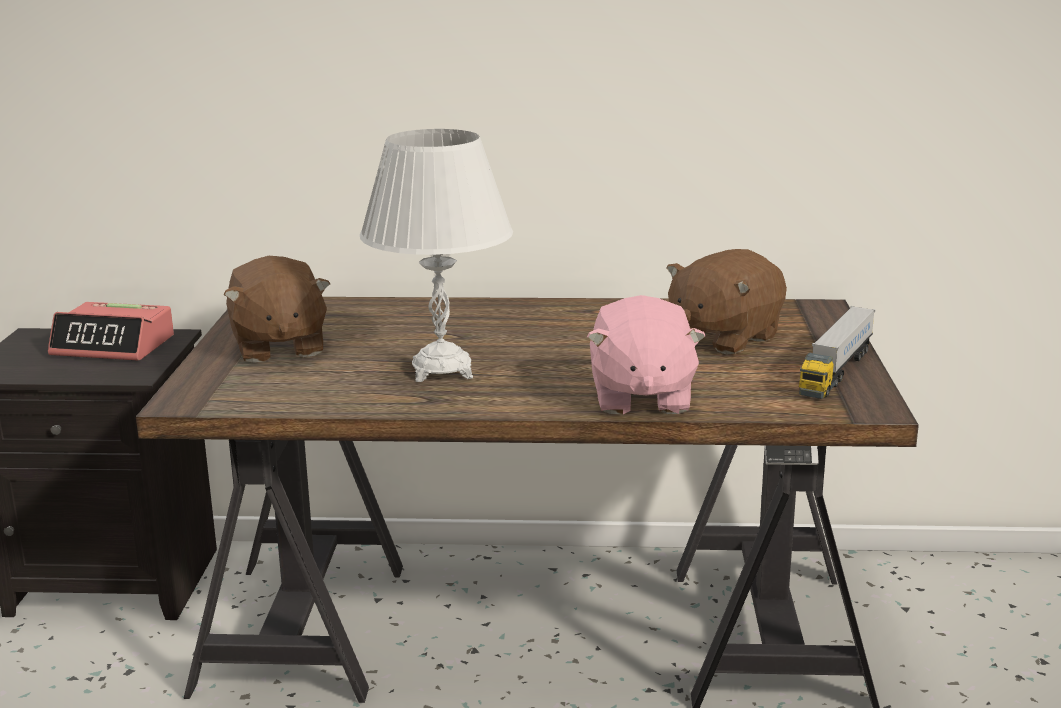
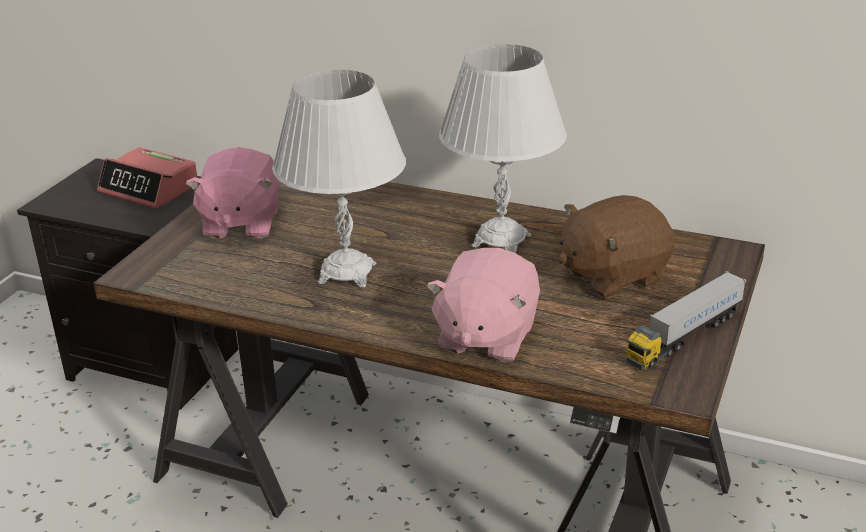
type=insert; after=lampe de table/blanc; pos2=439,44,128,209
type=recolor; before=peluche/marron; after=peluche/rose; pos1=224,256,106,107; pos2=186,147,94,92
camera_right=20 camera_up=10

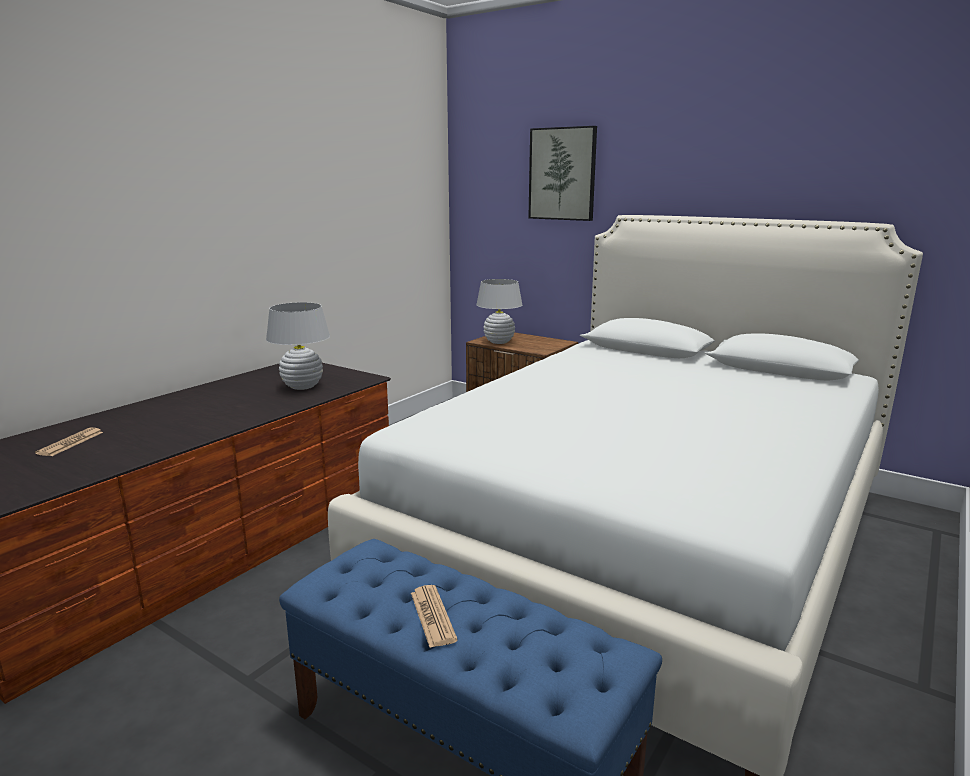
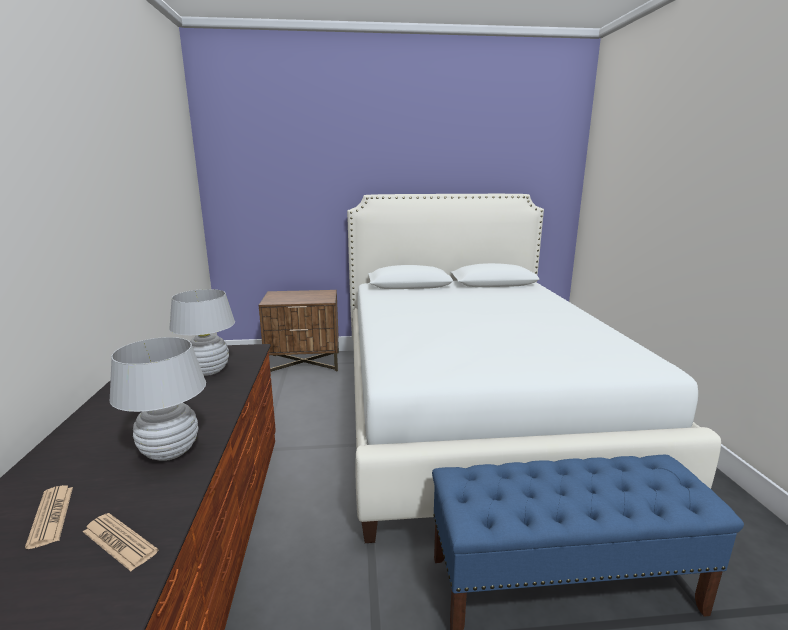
type=delete; before=tableau; pos1=528,126,69,95
type=move; before=journal; pos1=411,585,47,63; pos2=83,513,75,58
type=move; before=lampe de table/blanc; pos1=476,279,46,65; pos2=109,337,97,124
camera_right=-40 camera_up=0

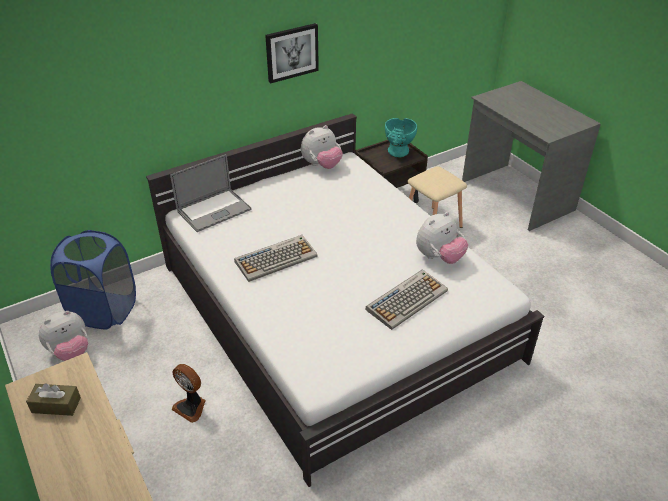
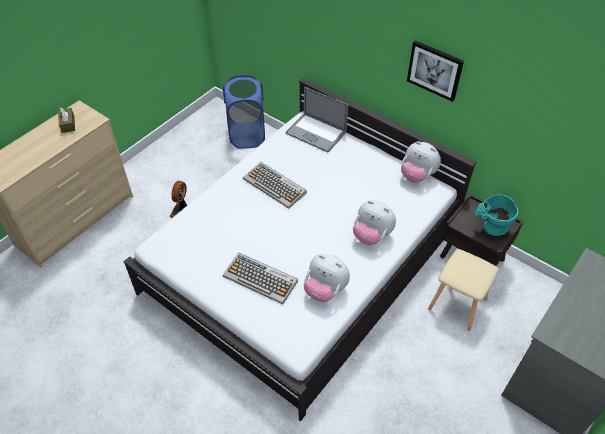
type=move; before=peluche; pos1=39,311,49,50; pos2=353,200,43,45
camera_right=70 camera_up=10

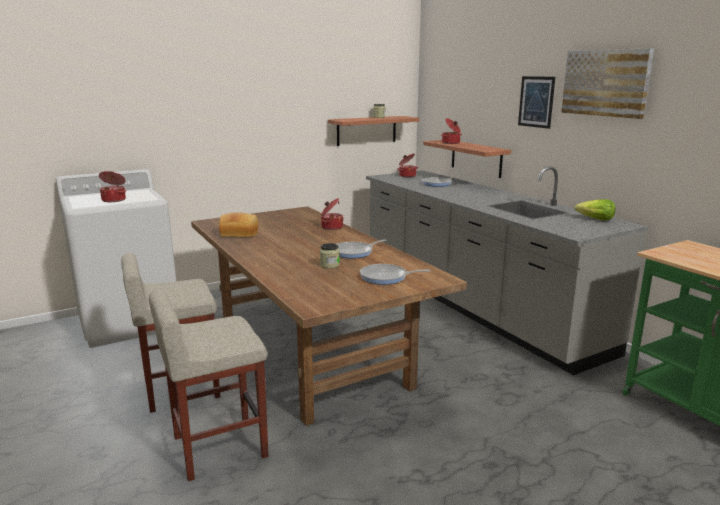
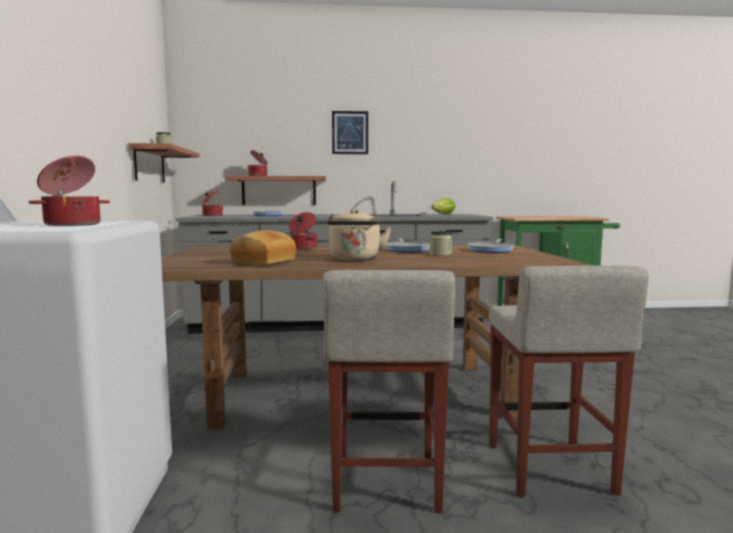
type=delete; before=tableau; pos1=561,48,93,71
type=insert; after=bouilloire/beige; pos2=327,209,64,52
camera_right=-65 camera_up=-10

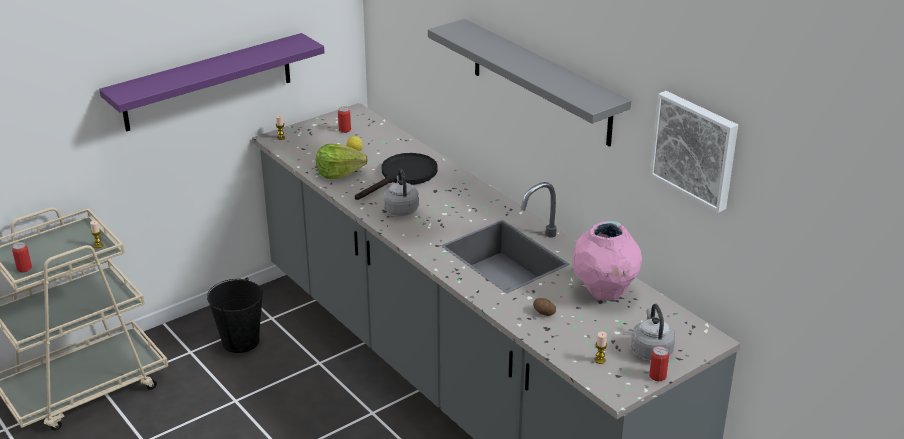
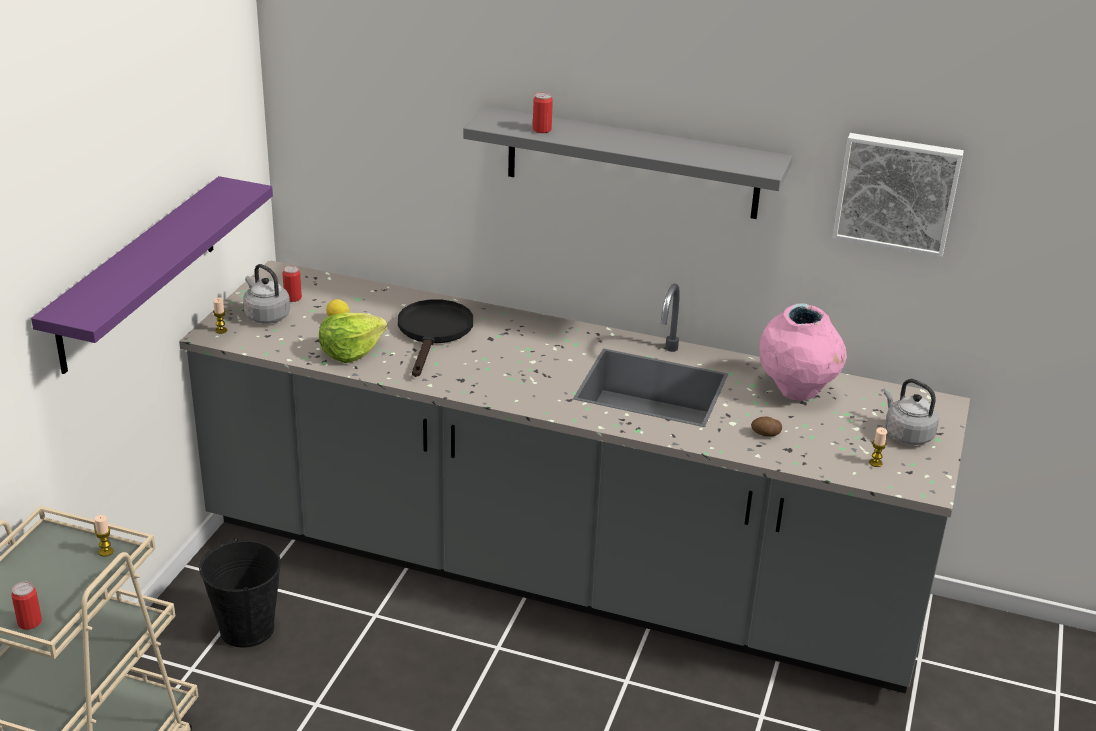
type=move; before=bouilloire/gris; pos1=383,169,36,47; pos2=243,264,47,60
type=move; before=boîte métallique; pos1=649,346,20,35; pos2=533,92,20,41
camera_right=-35 camera_up=0

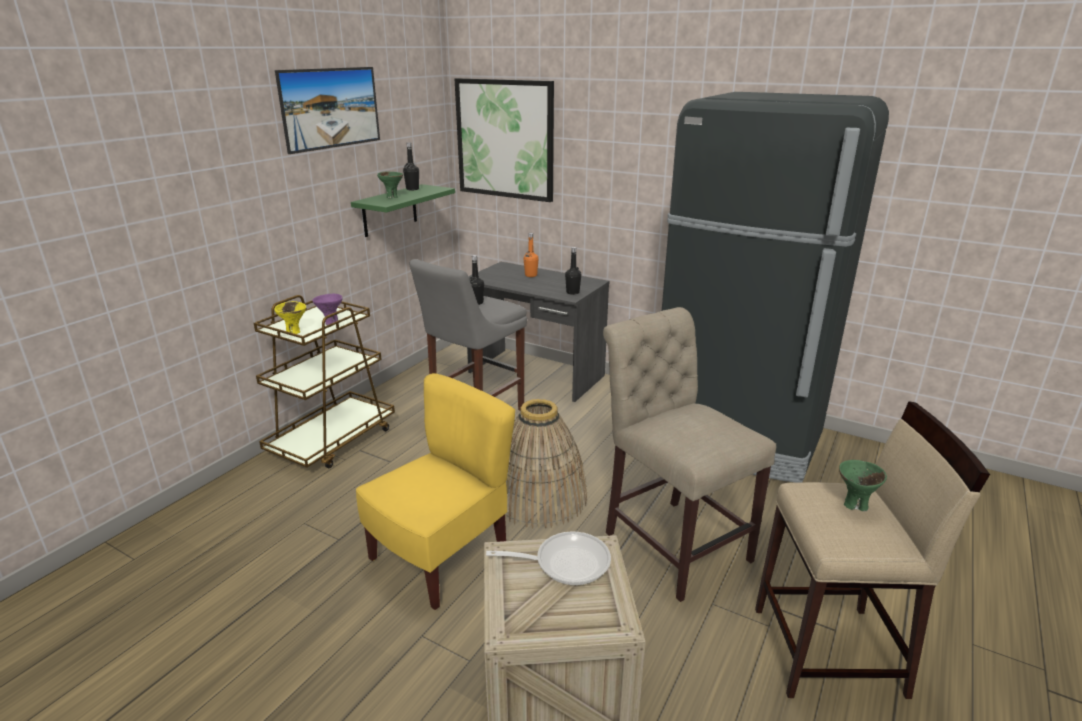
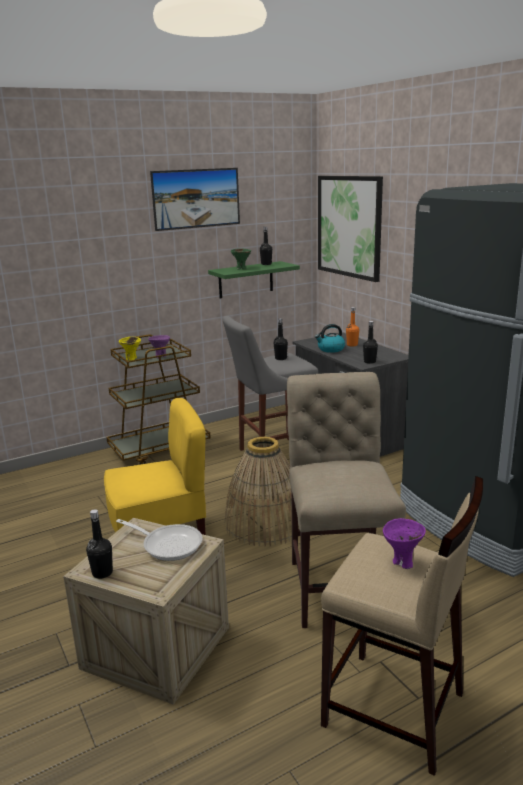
type=insert; after=bouteille/noir; pos2=86,509,27,70
type=insert; after=bouilloire; pos2=315,324,30,29
type=recolor; before=bol/vert; after=bol/violet; pos1=839,460,48,51; pos2=383,518,43,51
camera_right=30 camera_up=-5

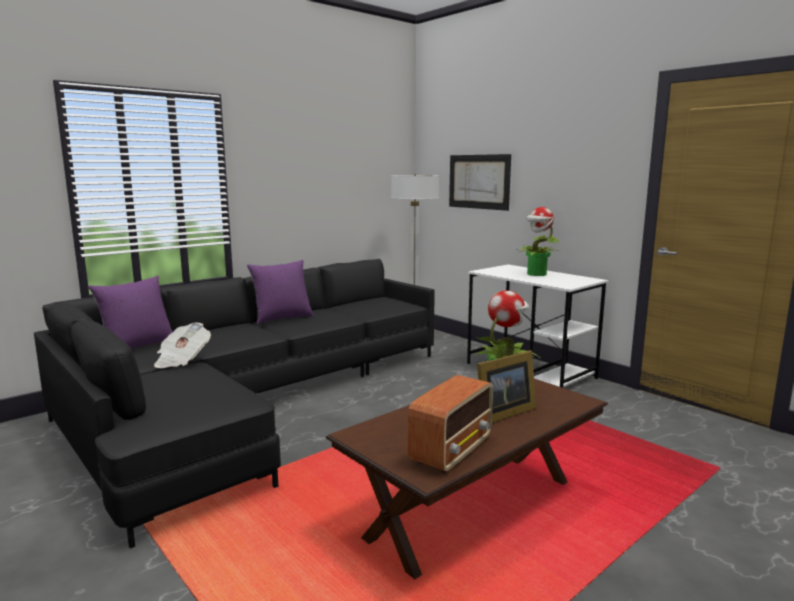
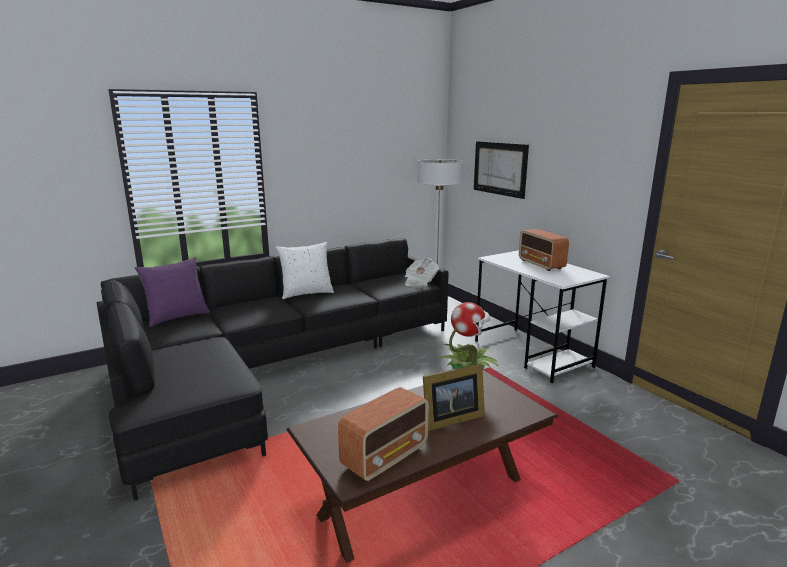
type=move; before=journal; pos1=154,322,57,46; pos2=405,258,34,28
type=replace; before=plante en pot; after=radio; pos1=517,207,43,69; pos2=519,229,50,42
type=recolor; before=coussin/violet; after=coussin/blanc; pos1=247,260,66,64; pos2=276,242,58,57
camera_right=10 camera_up=5

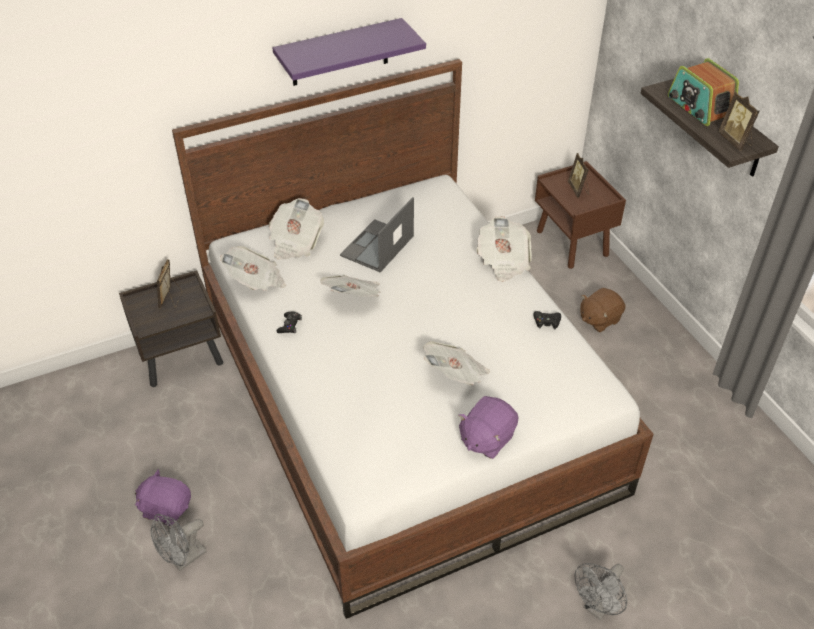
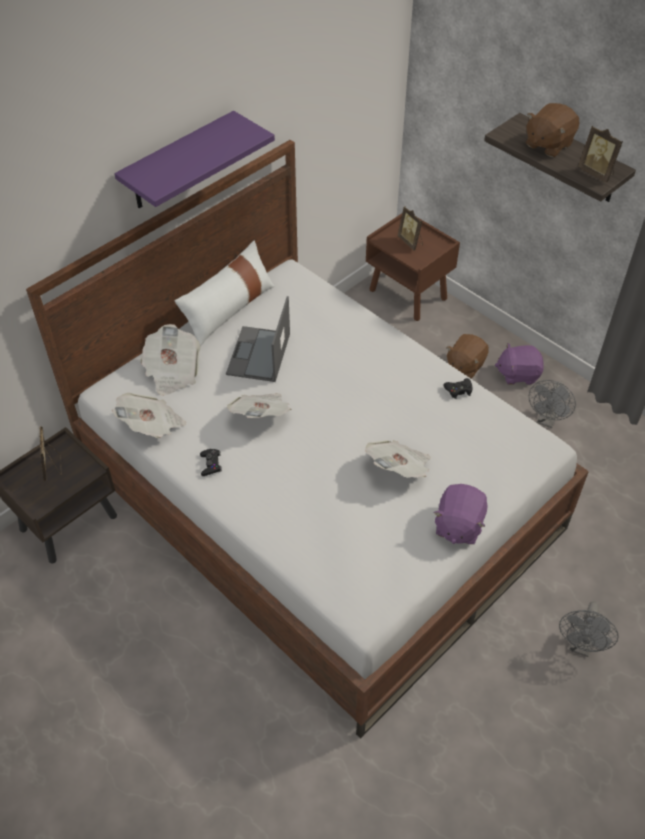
type=delete; before=journal; pos1=476,216,56,66
type=insert; after=coussin/blanc; pos2=174,241,100,105
type=move; before=peluche/violet; pos1=135,469,56,57; pos2=495,343,49,42
type=move; before=ventilateur/gris; pos1=151,514,56,57; pos2=529,380,47,48
type=replace; before=radio; after=peluche/marron; pos1=668,58,71,68; pos2=526,103,54,54
camera_right=-20 camera_up=5

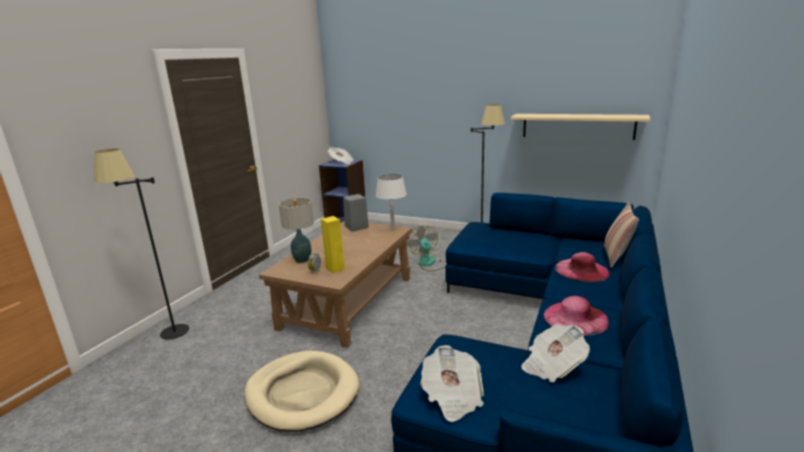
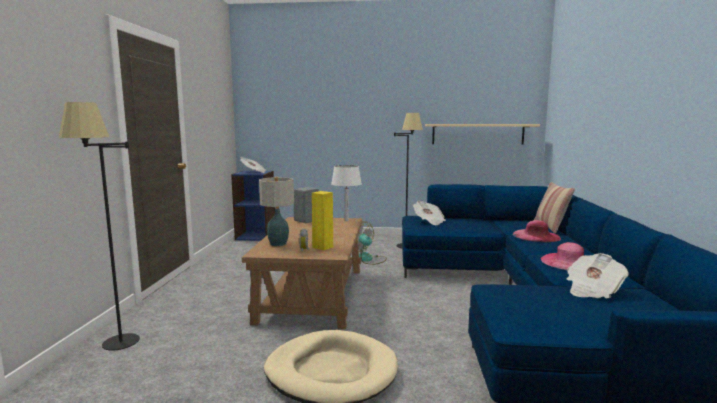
type=move; before=journal; pos1=420,345,64,77; pos2=413,201,33,24
camera_right=-20 camera_up=-10

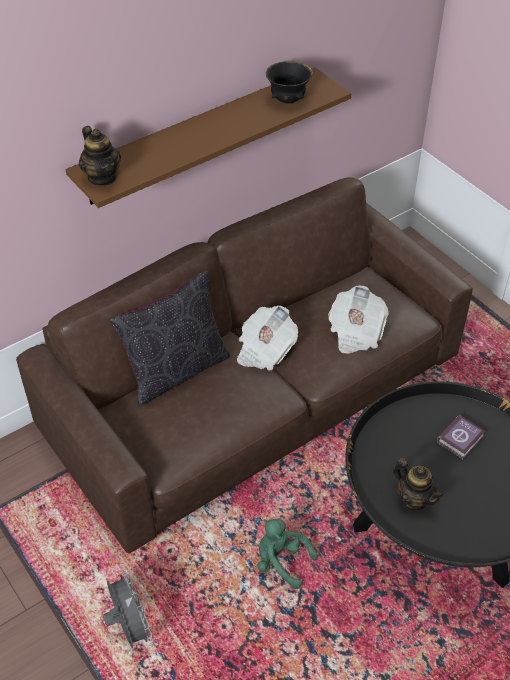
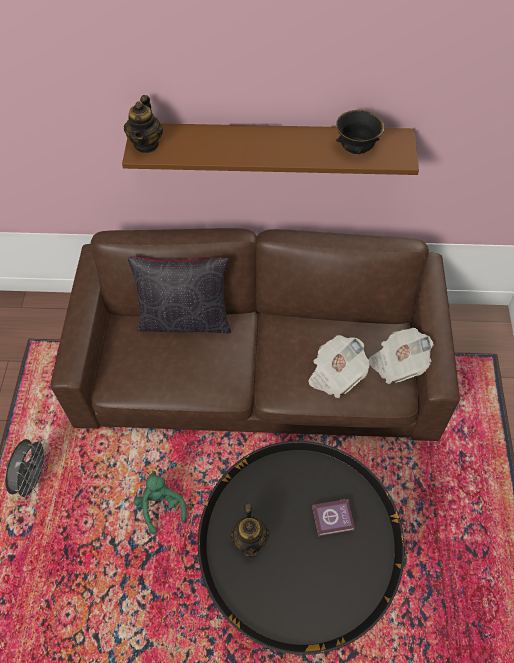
type=move; before=journal; pos1=237,306,61,65; pos2=369,328,65,56
camera_right=40 camera_up=10

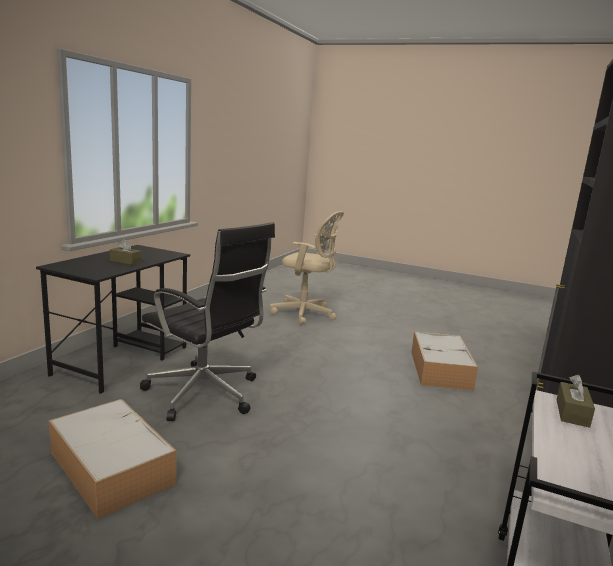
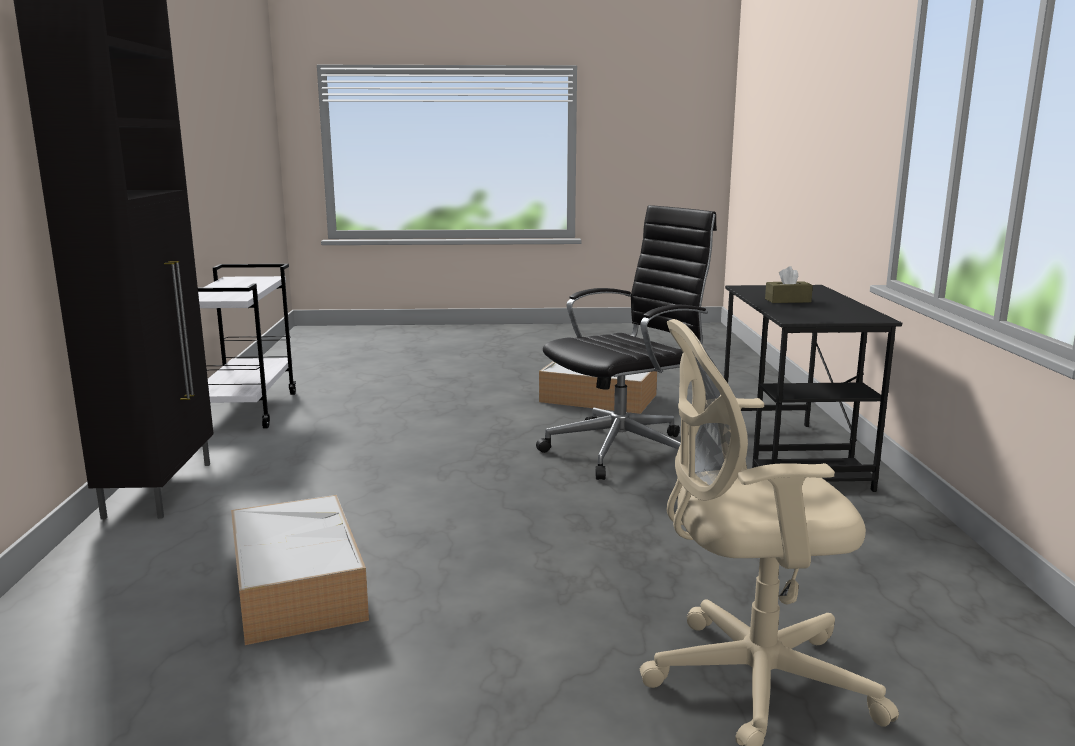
type=delete; before=boîte à mouchoirs/marron; pos1=556,375,39,53
type=rotate; before=chaise de bureau/noir; pos1=140,222,135,199; pos2=536,205,181,275; turn=135
camera_right=155 camera_up=0

